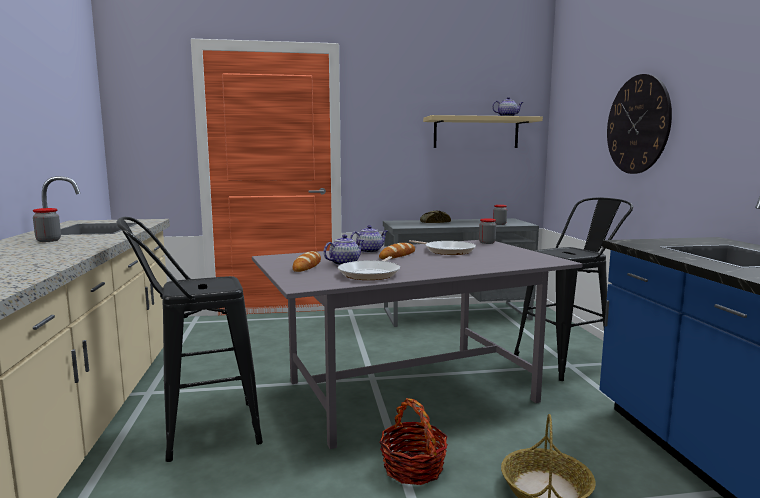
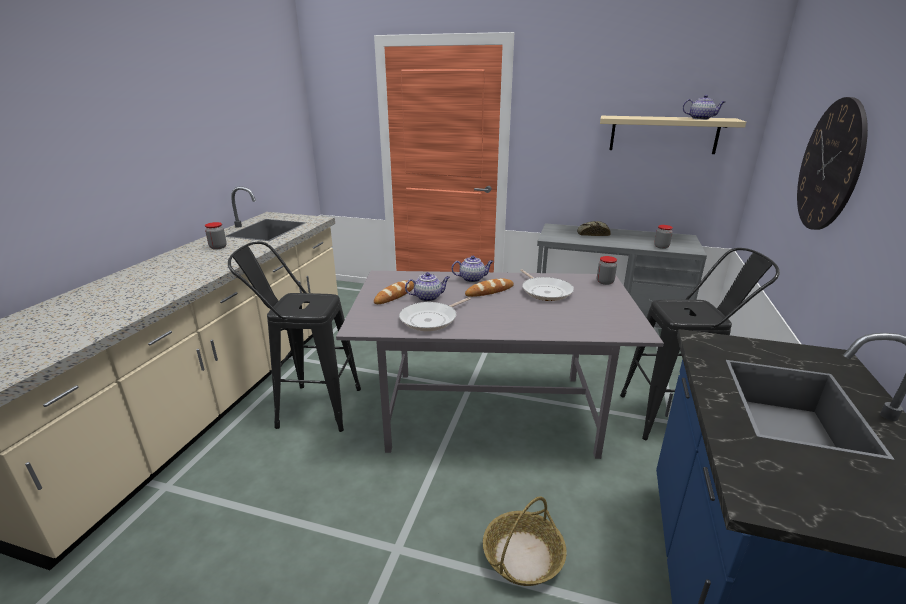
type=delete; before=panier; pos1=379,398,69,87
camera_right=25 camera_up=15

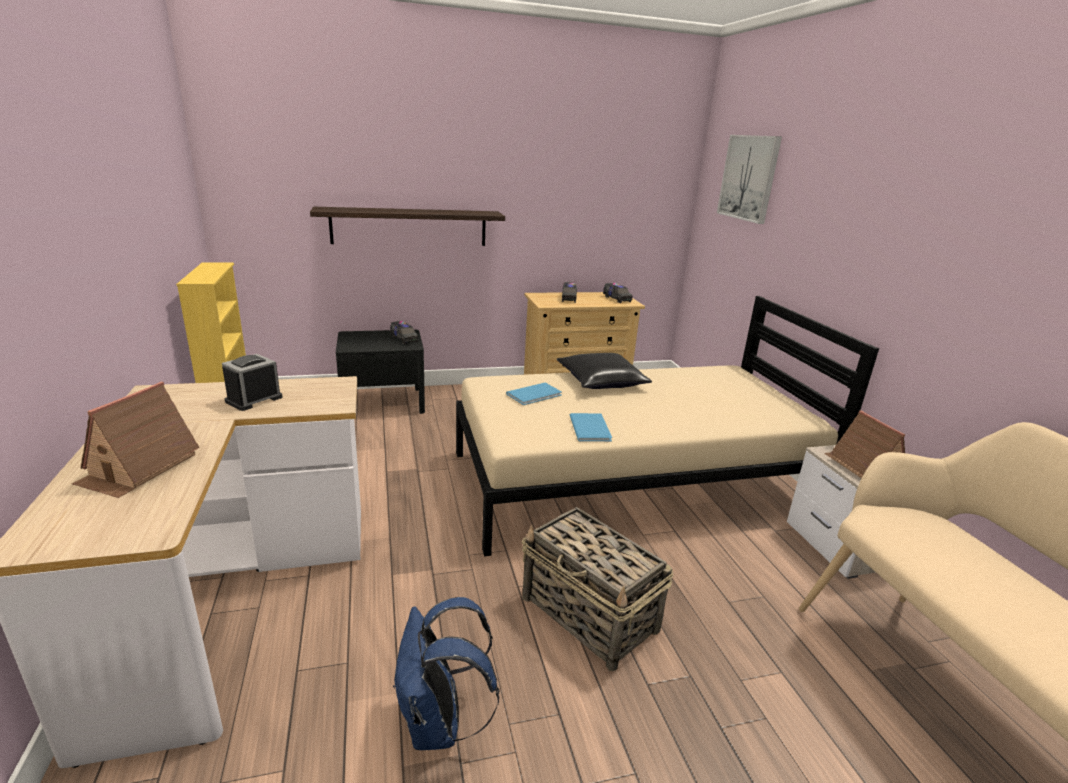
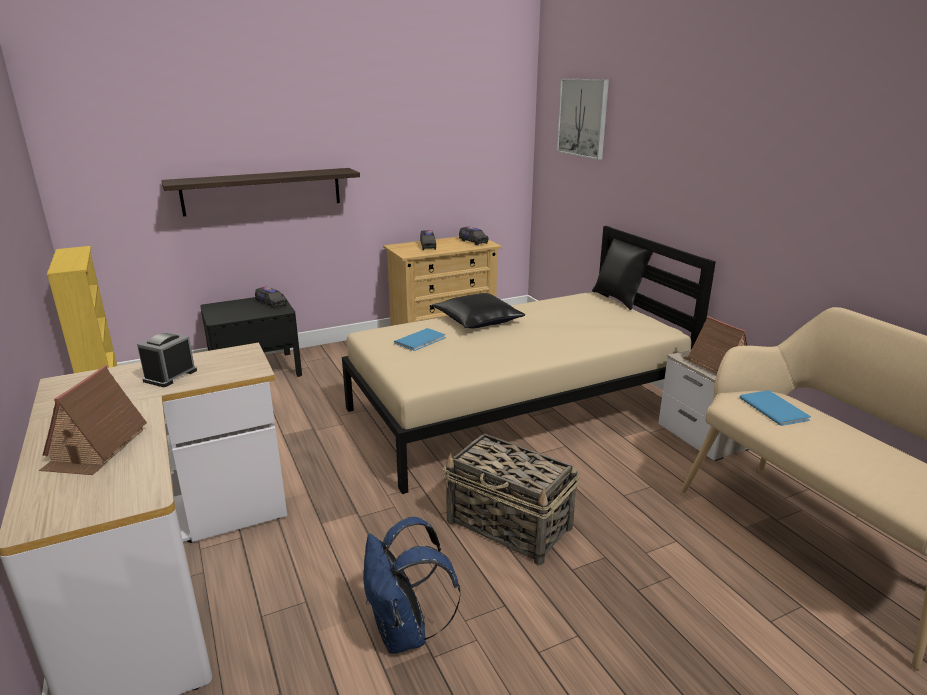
type=insert; after=coussin/noir; pos2=592,239,61,71
type=move; before=livre/bleu; pos1=570,413,42,29; pos2=739,390,72,36
camera_right=-10 camera_up=0

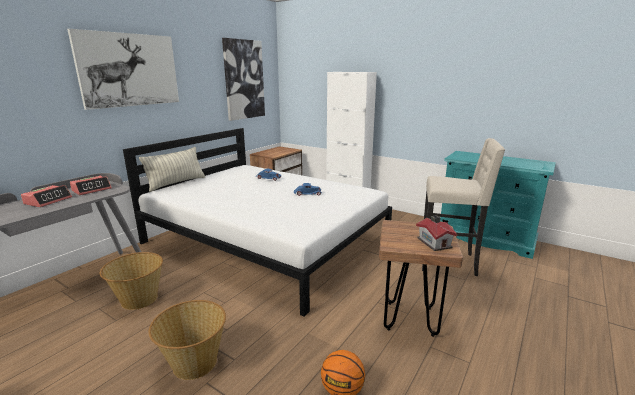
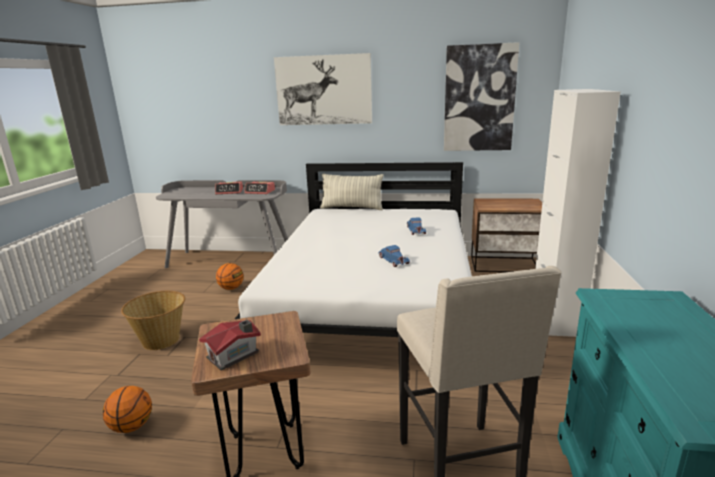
type=replace; before=panier; after=ballon de basket; pos1=100,252,63,58; pos2=216,263,28,27
camera_right=65 camera_up=0

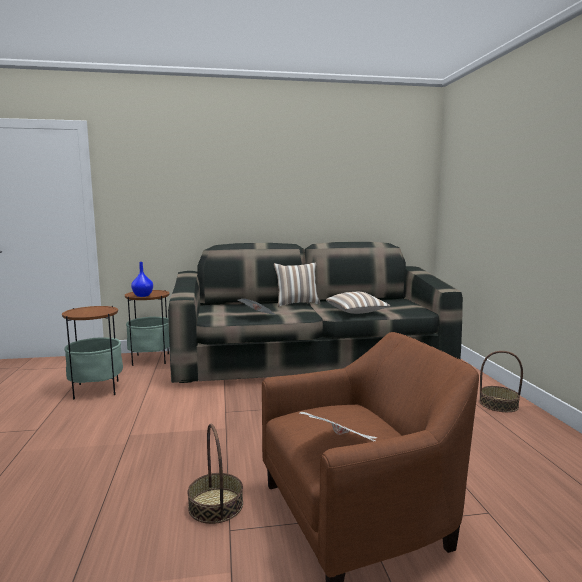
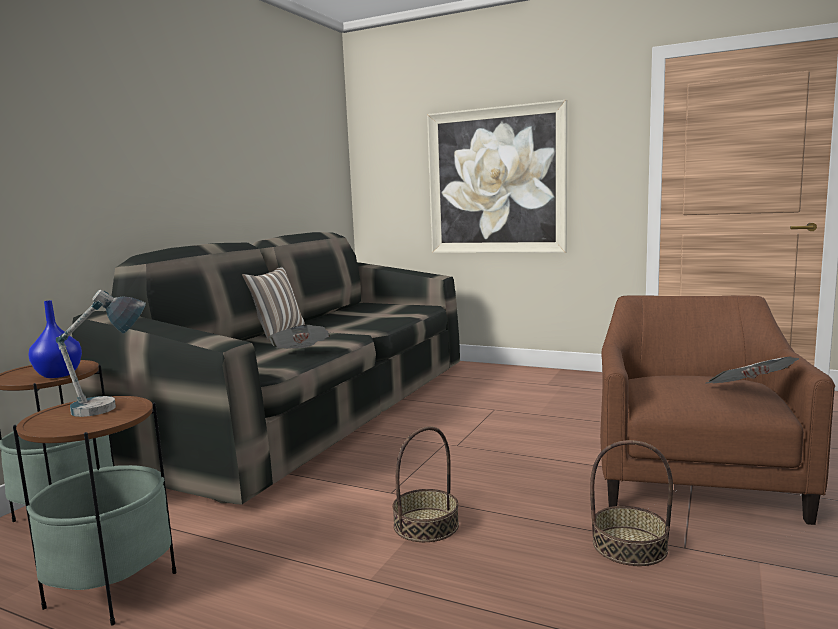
type=delete; before=coussin; pos1=326,292,64,22
type=insert; after=lampe de table; pos2=56,290,90,127
type=insert; after=tableau; pos2=427,100,140,153
type=move; before=panier; pos1=479,351,44,61; pos2=392,426,67,116
camera_right=-55 camera_up=0

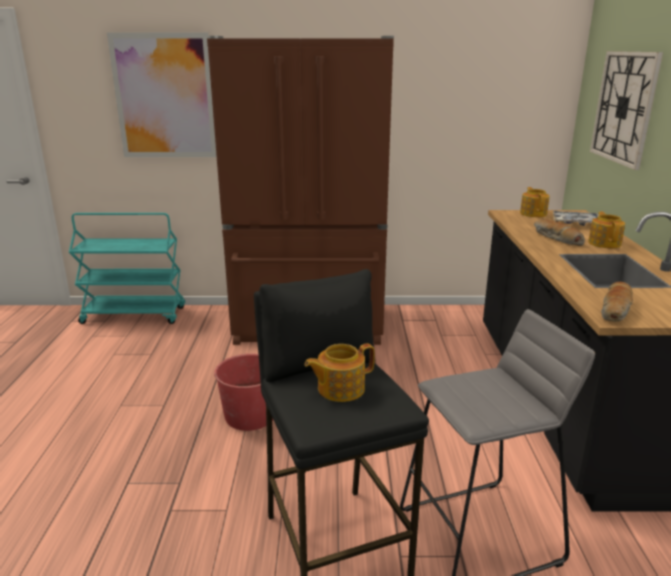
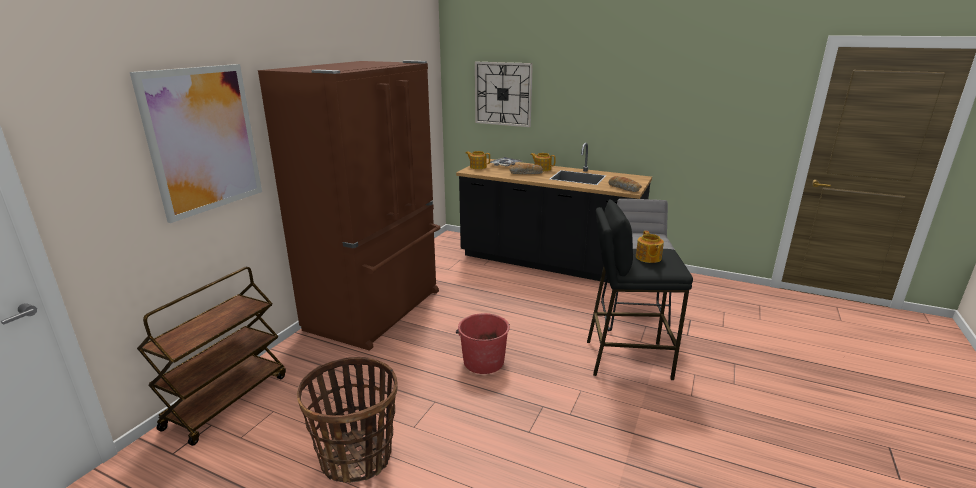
type=insert; after=panier; pos2=297,357,100,126
type=recolor; before=chariot/turquoise; after=chariot/marron; pos1=69,213,116,111; pos2=137,267,149,179
camera_right=-65 camera_up=0

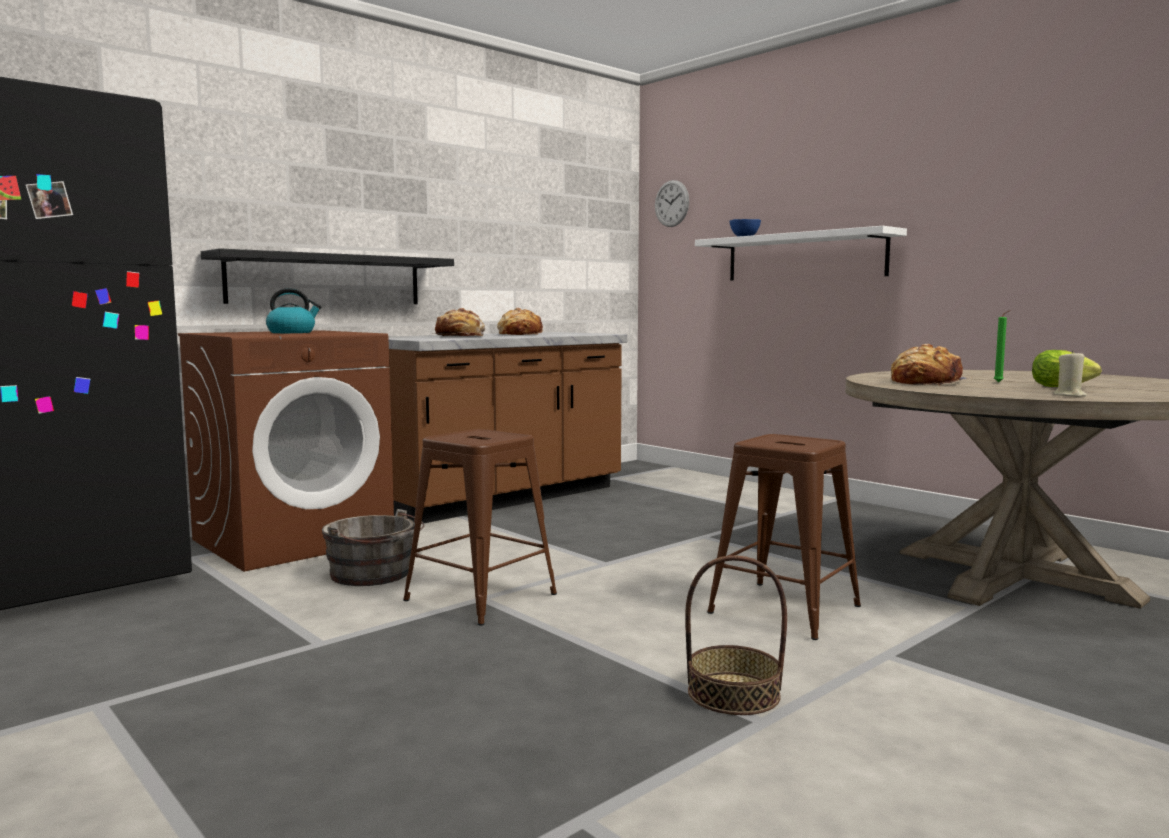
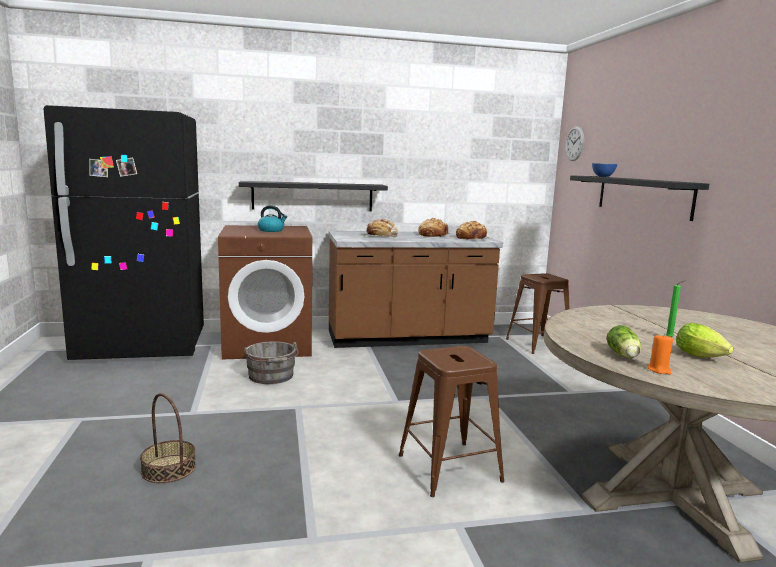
type=insert; after=laitue; pos2=607,325,34,33
type=move; before=tabouret/marron; pos1=403,429,154,196; pos2=506,273,63,81
type=move; before=panier; pos1=685,555,102,160; pos2=140,393,56,90
type=move; before=pain; pos1=891,344,79,41; pos2=456,221,31,19
type=recolor; before=étagère/blanc; after=étagère/noir; pos1=695,226,212,55; pos2=570,175,139,46
type=recolor; before=bougie/beige; after=bougie/orange; pos1=1053,350,34,47; pos2=648,334,25,40
camera_right=30 camera_up=5

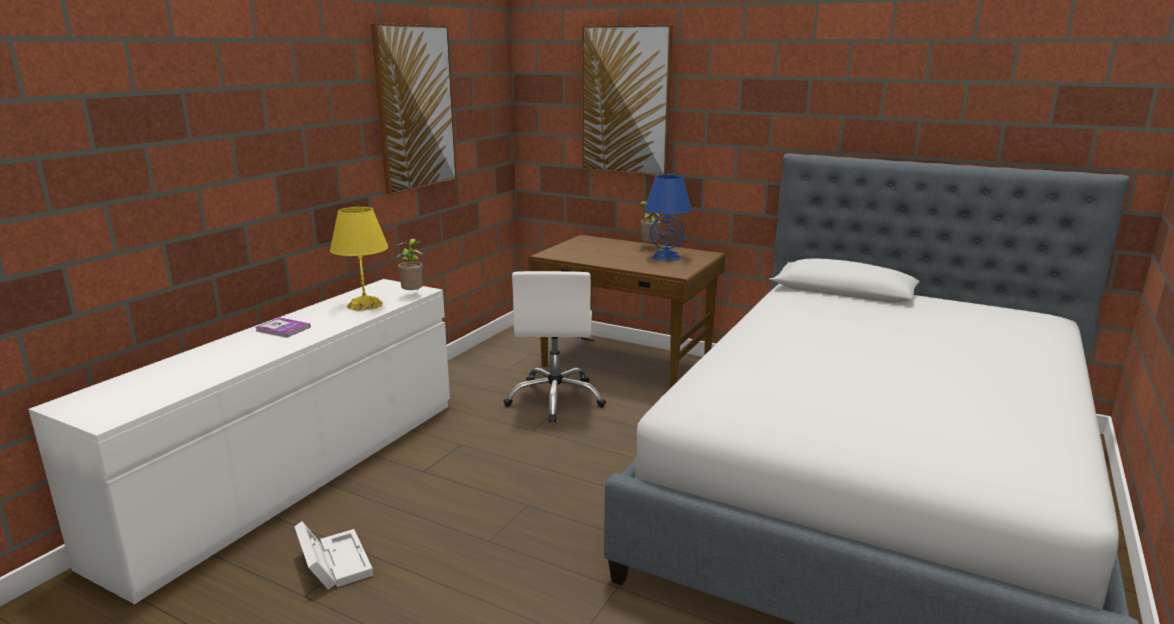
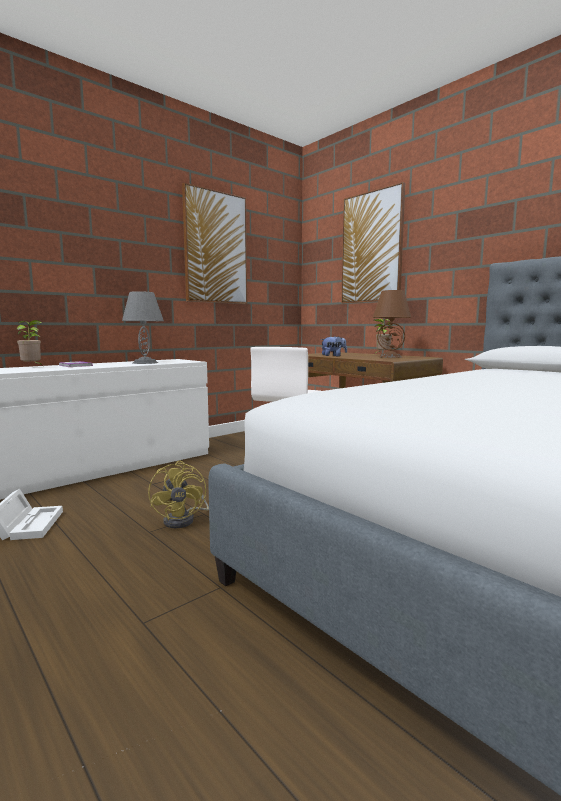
type=insert; after=ventilateur/jaune; pos2=148,461,61,67
type=insert; after=peluche; pos2=321,336,26,20
type=move; before=plante en pot; pos1=396,239,27,51; pos2=17,320,26,46
type=recolor; before=lampe de table/jaune; after=lampe de table/gris; pos1=330,207,59,104; pos2=122,291,42,73
type=recolor; before=lampe de table/bleu; after=lampe de table/marron; pos1=645,175,47,86; pos2=373,290,38,68
camera_right=20 camera_up=-10

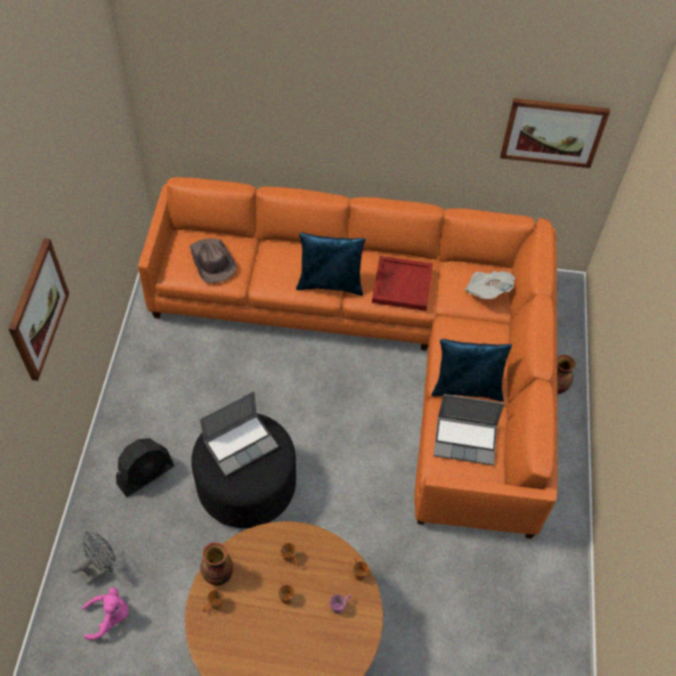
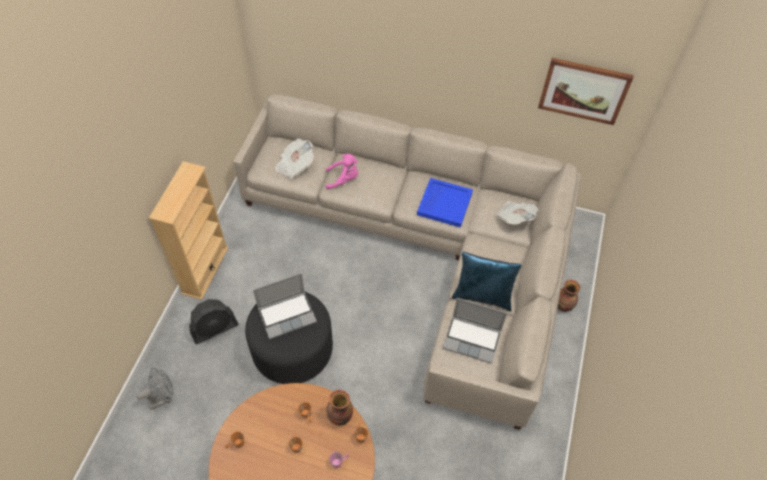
type=delete; before=tableau; pos1=8,238,61,143
type=delete; before=coussin/bleu; pos1=296,232,70,64
type=insert; after=bibliothèque/beige; pos2=149,161,80,139
type=move; before=peluche/rose; pos1=82,587,47,53; pos2=326,154,32,36
type=move; before=vase; pos1=201,542,32,44; pos2=326,390,27,35
type=replace; before=chapeau/marron; after=journal; pos1=190,238,46,45; pos2=275,139,39,40
type=recolor; before=canapé/orange; after=canapé/beige; pos1=138,177,420,362; pos2=234,95,347,335
type=recolor; before=plateau/rouge; after=plateau/bleu; pos1=372,256,61,55; pos2=417,178,56,50
camera_right=10 camera_up=0

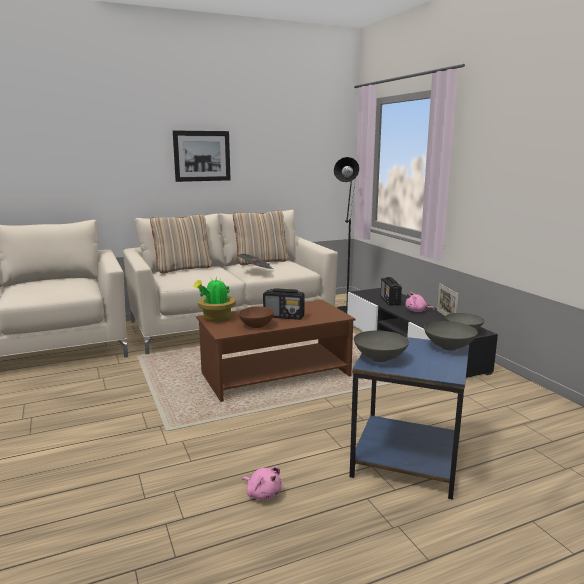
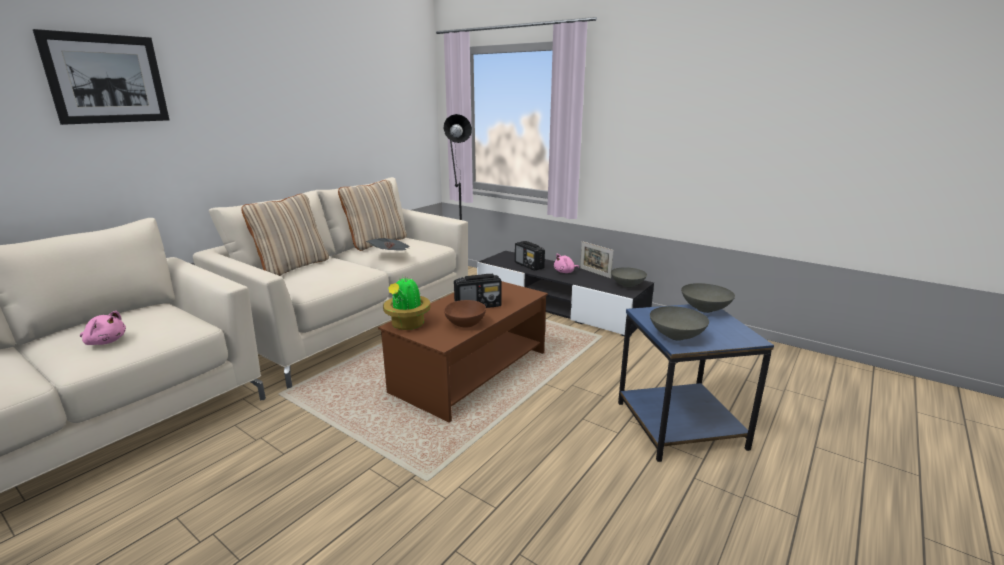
type=move; before=tableau; pos1=173,130,58,52; pos2=33,29,137,96
type=move; before=peluche/rose; pos1=242,467,40,33; pos2=80,311,46,34
camera_right=-30 camera_up=5

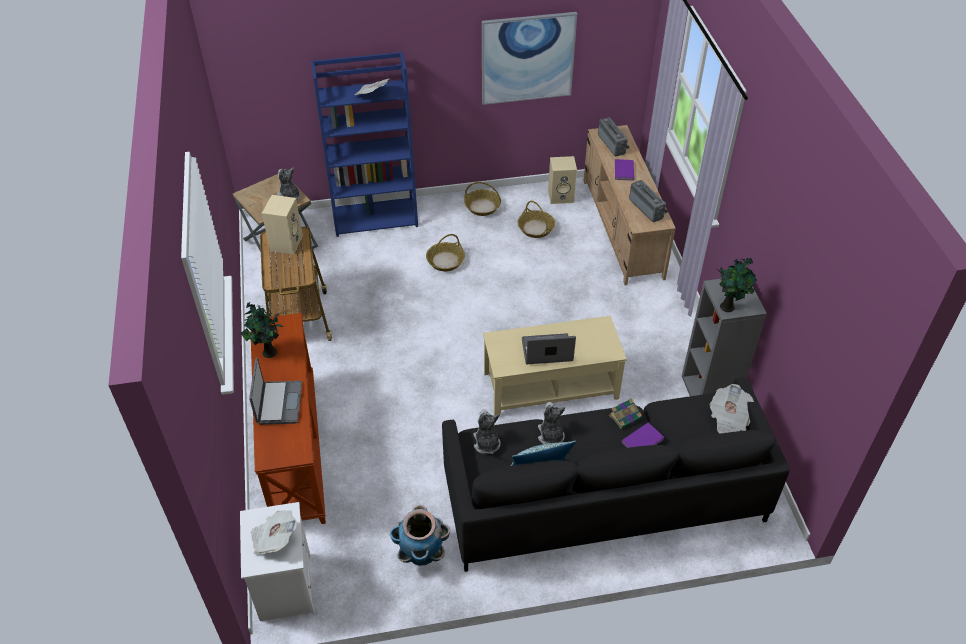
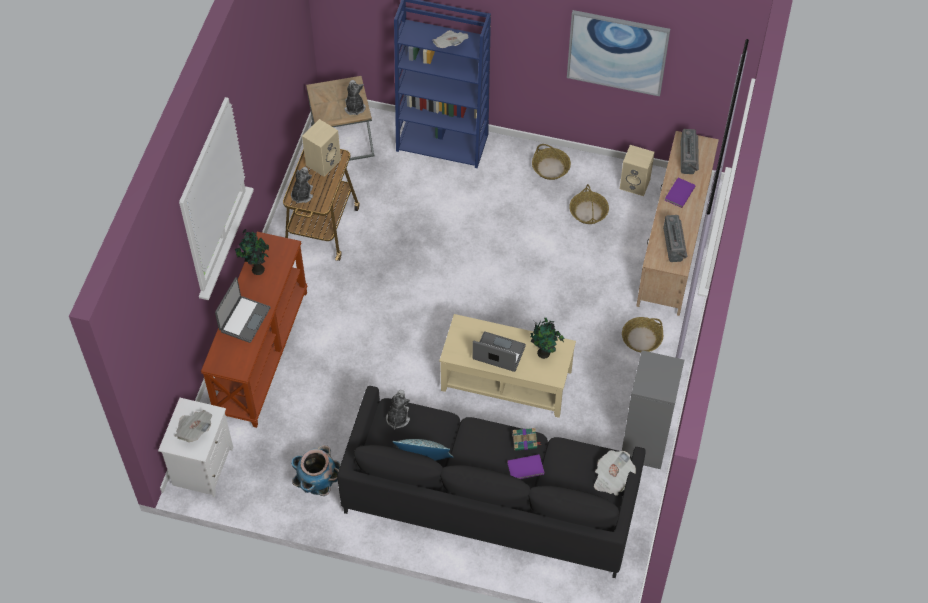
type=move; before=panier; pos1=426,234,39,37; pos2=622,317,41,35
type=move; before=peluche; pos1=538,402,27,42; pos2=291,167,22,36
type=move; before=plante en pot; pos1=715,258,43,54; pos2=530,318,34,41
camera_right=25 camera_up=10

